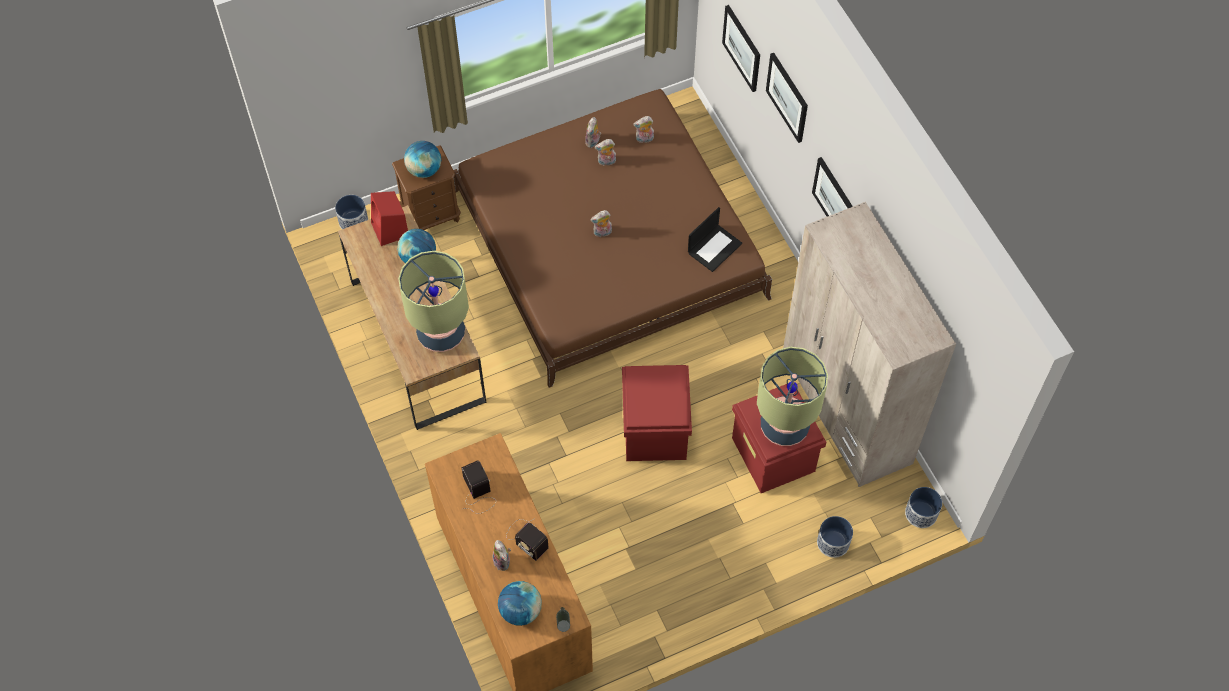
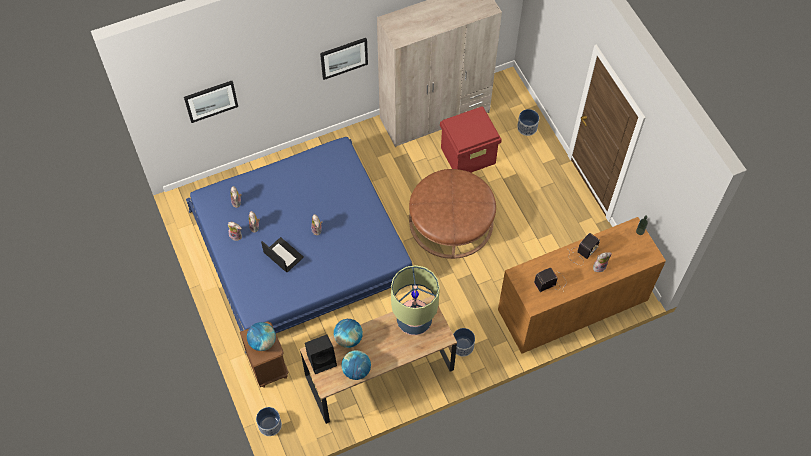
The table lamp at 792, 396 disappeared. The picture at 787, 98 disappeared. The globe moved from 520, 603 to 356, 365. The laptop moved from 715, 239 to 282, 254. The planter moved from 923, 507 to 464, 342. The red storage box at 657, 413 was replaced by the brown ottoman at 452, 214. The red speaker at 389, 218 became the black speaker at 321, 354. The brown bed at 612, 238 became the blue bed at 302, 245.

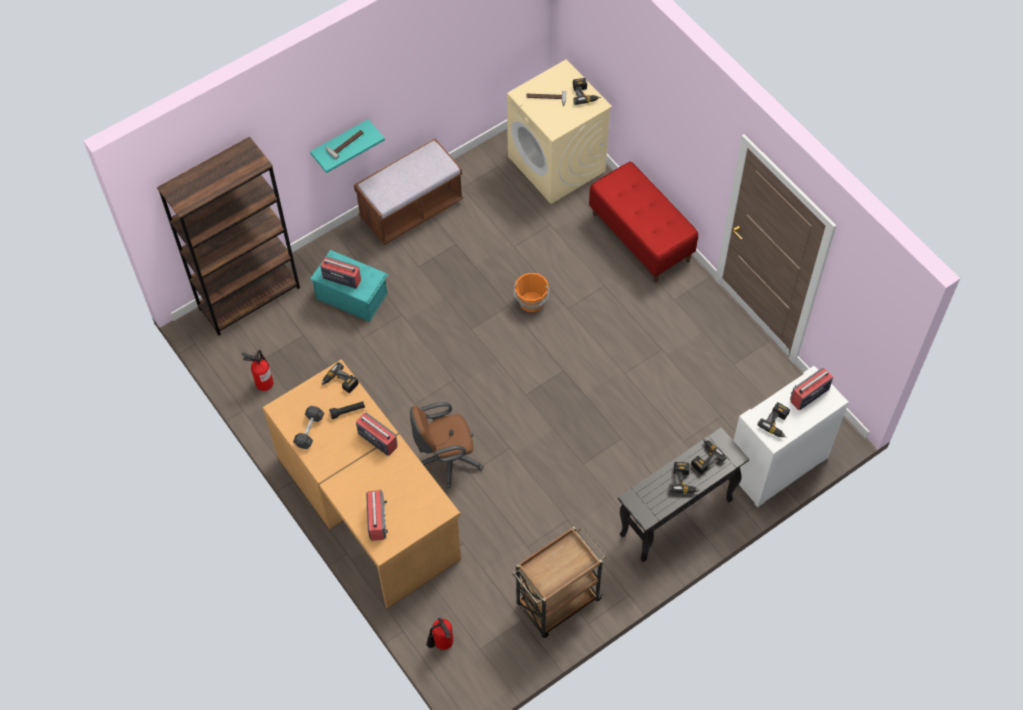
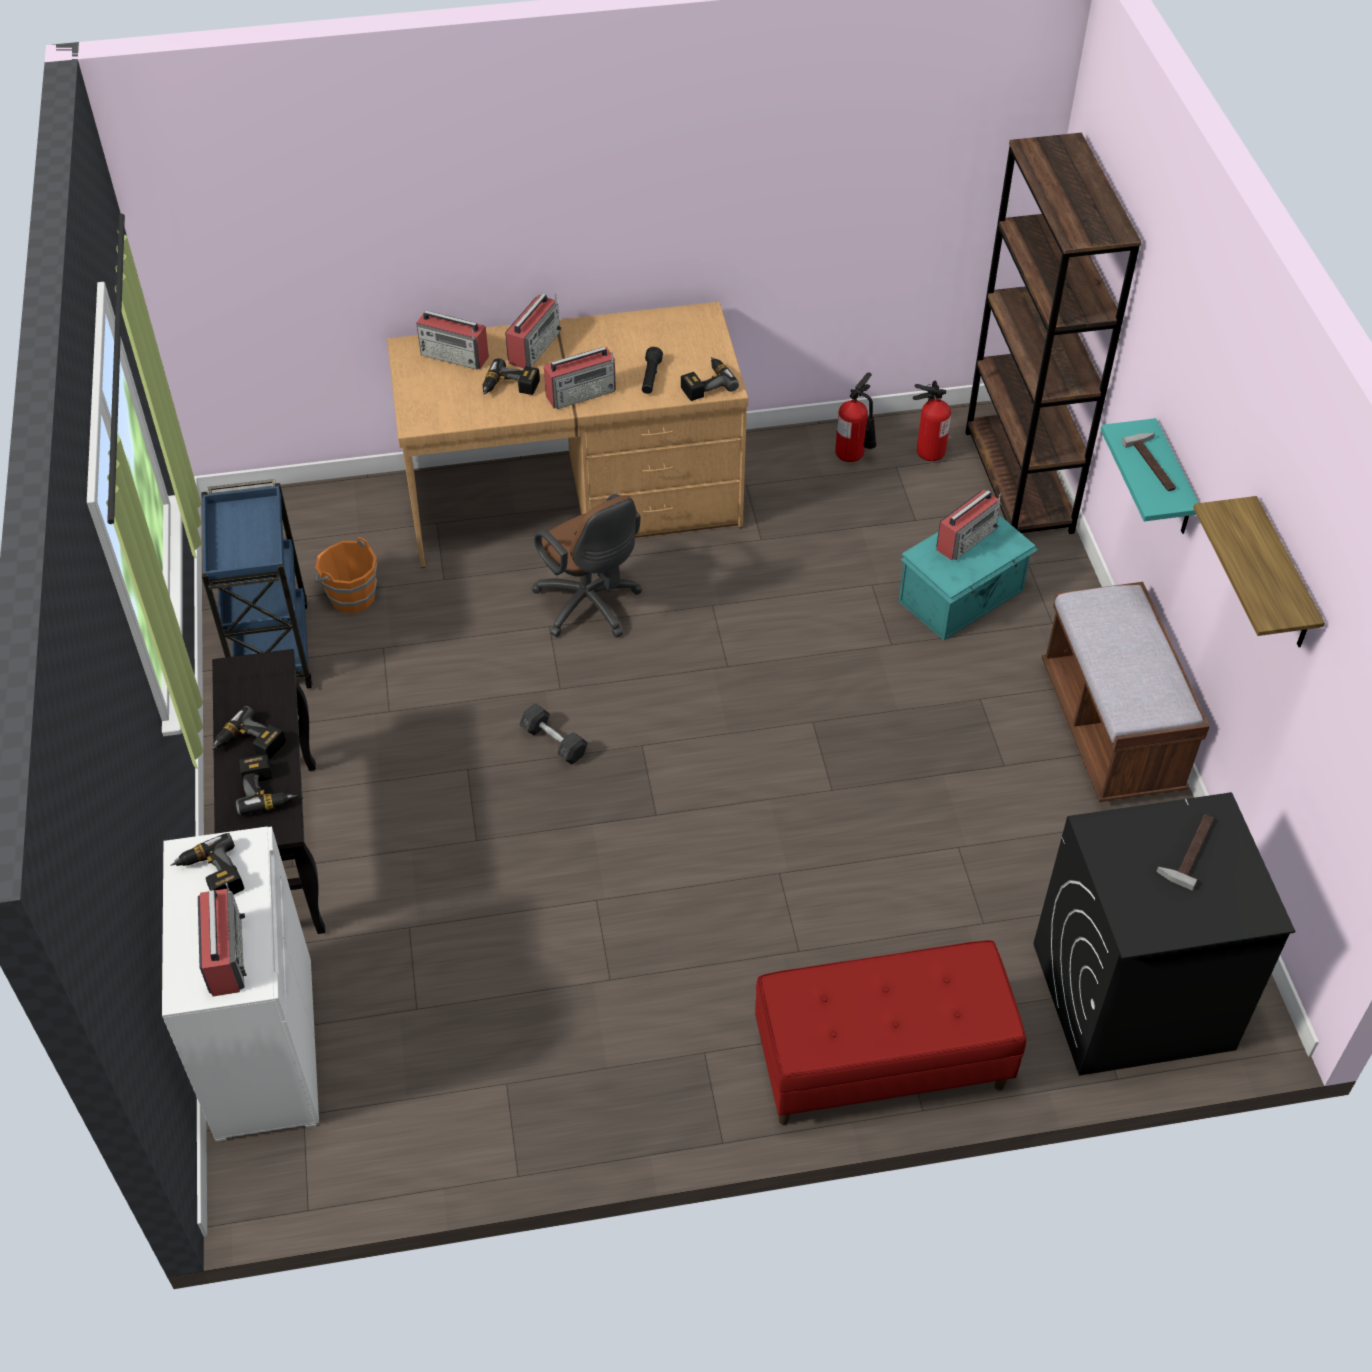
The radio at 533, 331 appeared. The shelf at 1259, 571 appeared. The grey dumbbell moved from 308, 427 to 554, 733. The fire extinguisher moved from 439, 633 to 932, 421. The orange bucket moved from 531, 292 to 345, 575. The power drill moved from 587, 91 to 511, 376. The beige washing machine at 559, 131 became the black washing machine at 1164, 934. The brown cart at 559, 582 became the blue cart at 257, 583. The brown office chair at 447, 445 turned 135 degrees clockwise.

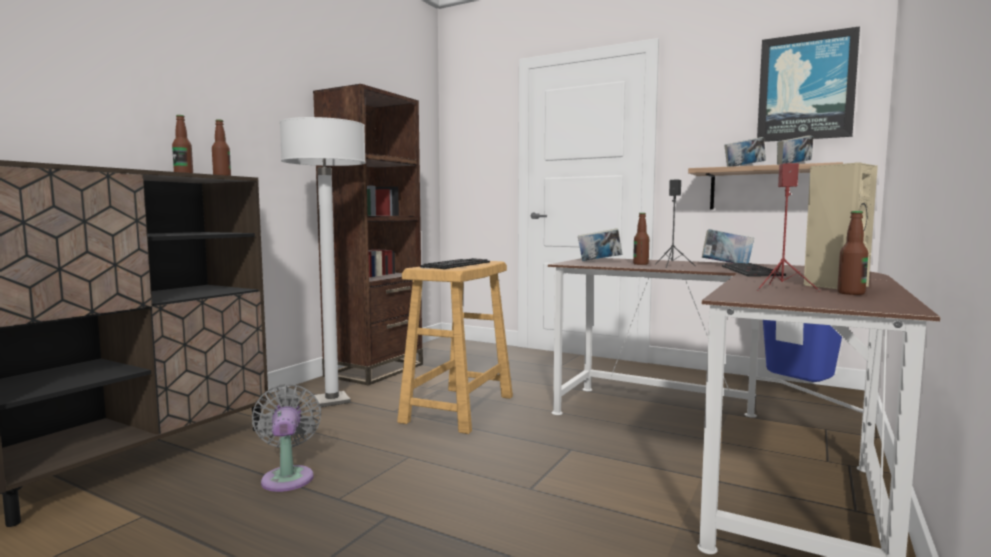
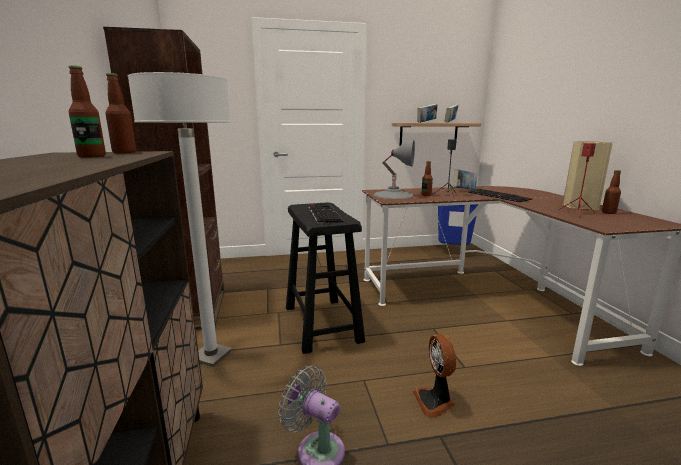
The picture at 808, 84 disappeared. The fan at 434, 376 appeared. The book at 600, 244 was replaced by the grey table lamp at 394, 169. The beige stool at 455, 347 became the black stool at 325, 278.

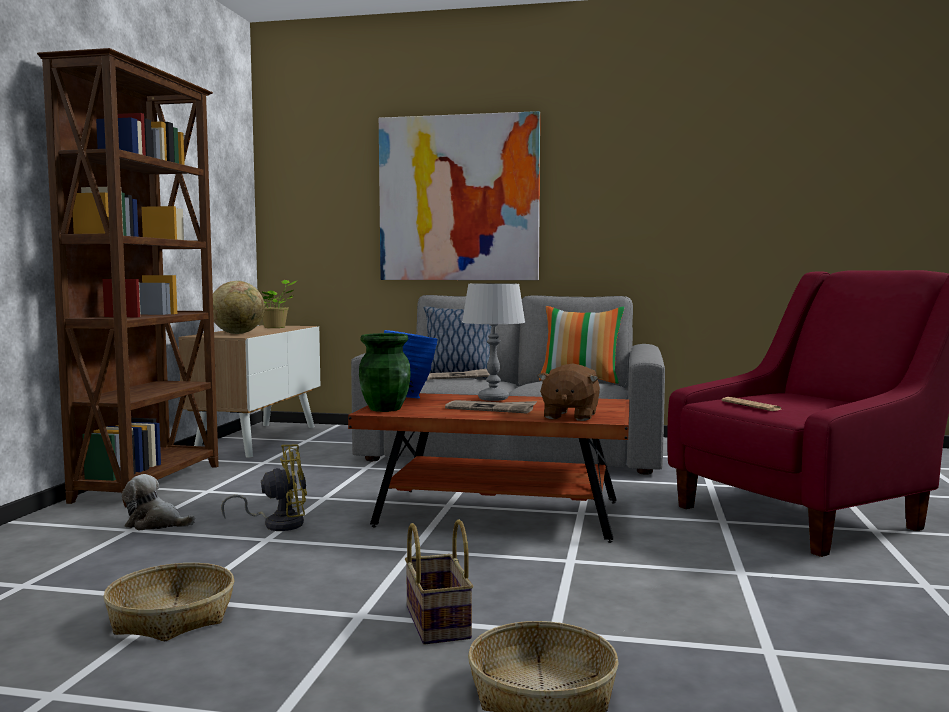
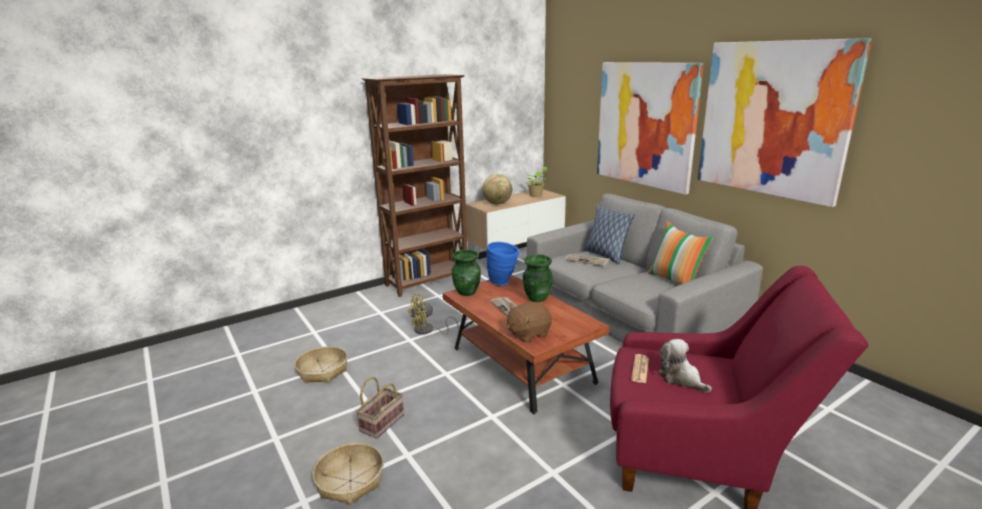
The picture at 784, 122 appeared. The plush toy moved from 158, 502 to 685, 366. The grey table lamp at 493, 342 was replaced by the green vase at 538, 278. The yellow fan at 264, 488 turned 120 degrees clockwise.

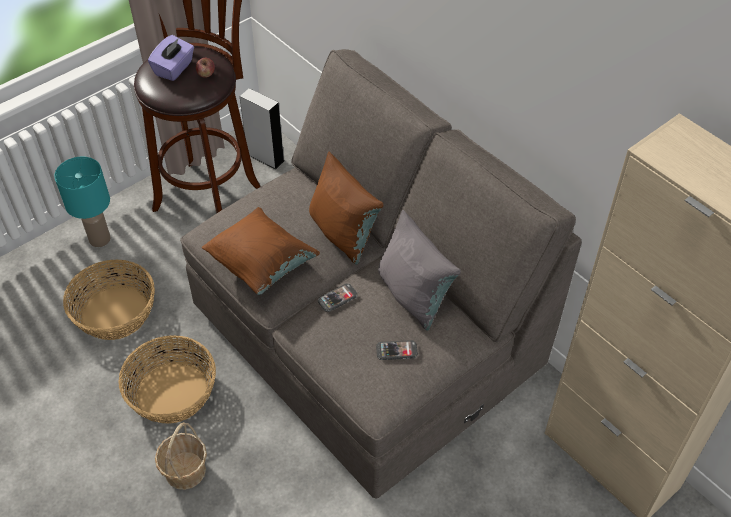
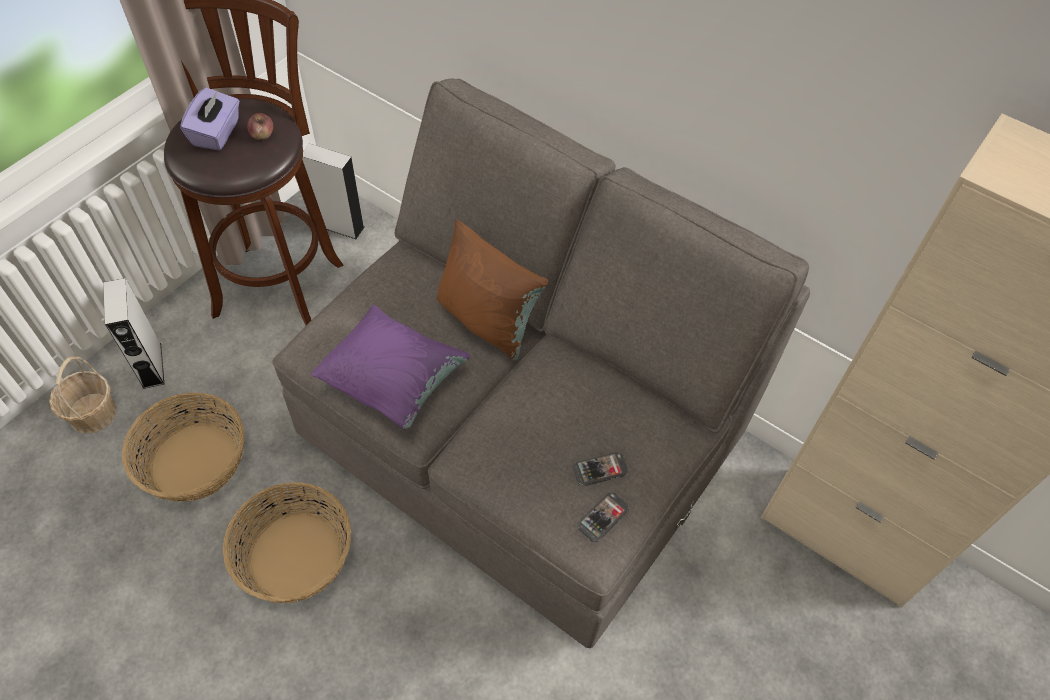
The grey pillow at 419, 270 disappeared. The basket moved from 181, 456 to 83, 395. The phone moved from 338, 297 to 603, 517. The turquoise table lamp at 82, 202 was replaced by the grey speaker at 133, 333. The brown pillow at 261, 251 became the purple pillow at 390, 367.

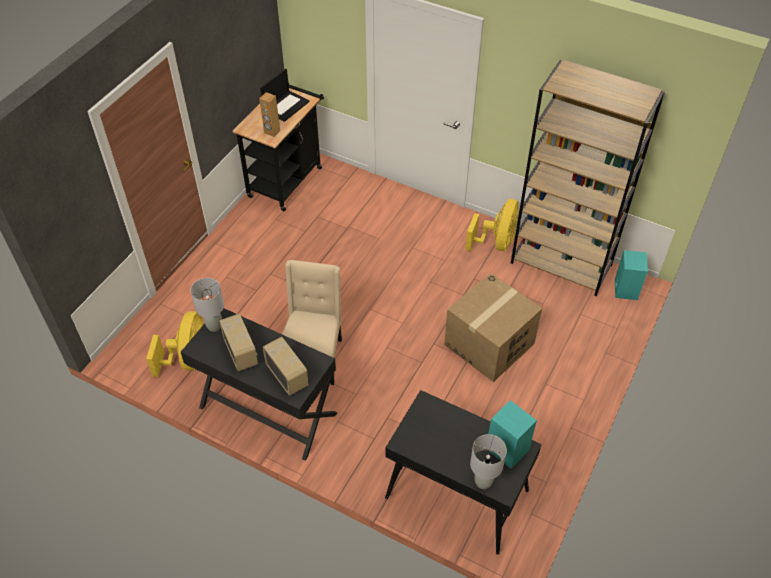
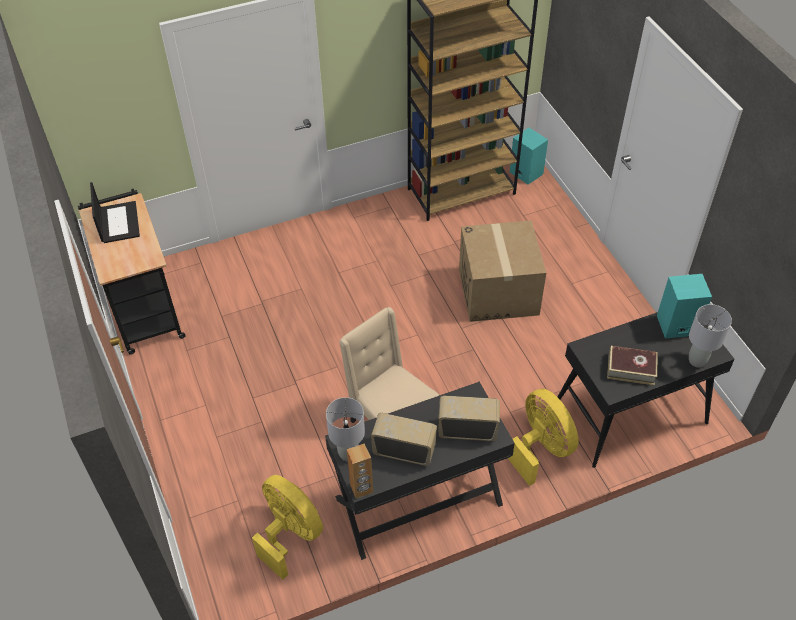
The book at 632, 365 appeared. The brown speaker moved from 269, 114 to 360, 471. The yellow fan moved from 492, 225 to 543, 437.

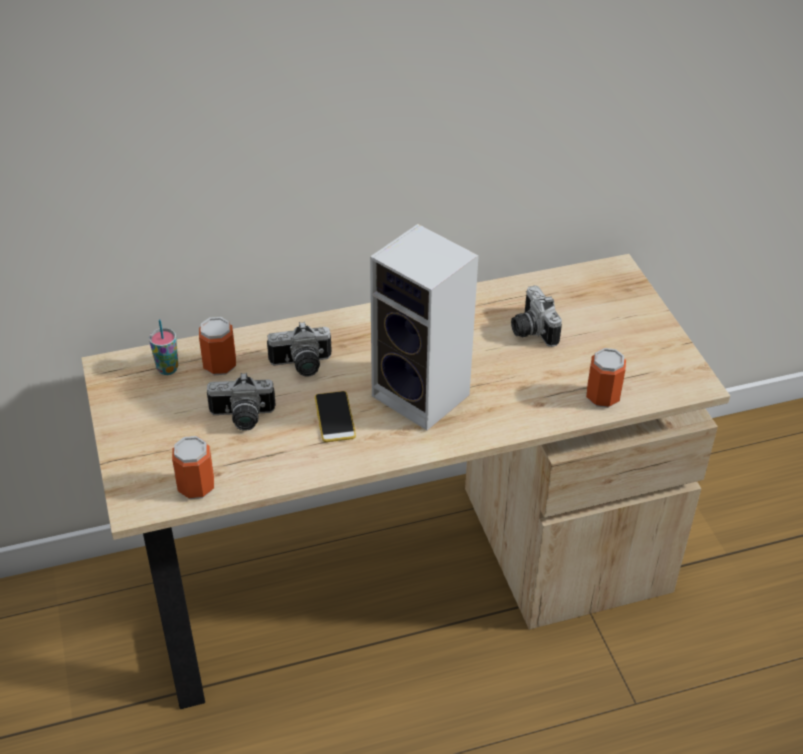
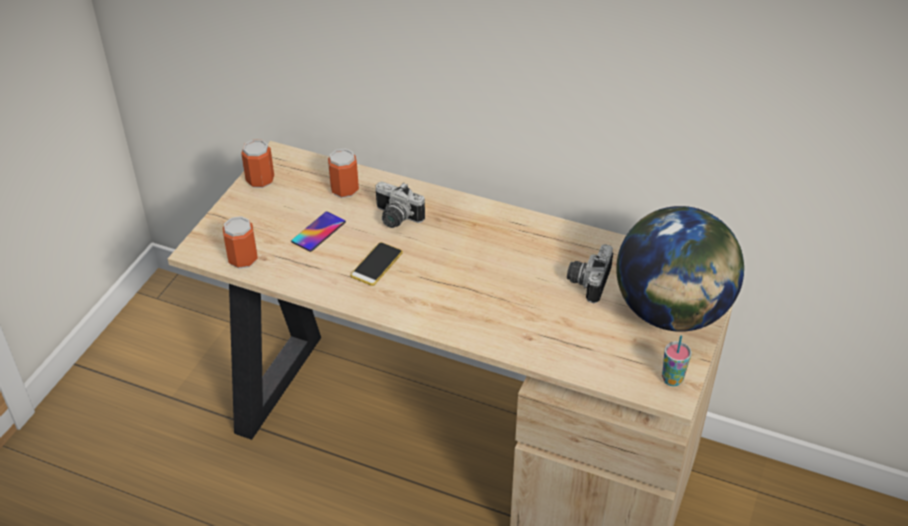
The speaker at 424, 327 disappeared. The globe at 680, 269 appeared. The cup moved from 163, 347 to 676, 361. The can moved from 606, 378 to 257, 163. The photo camera at 241, 402 was replaced by the phone at 318, 232.

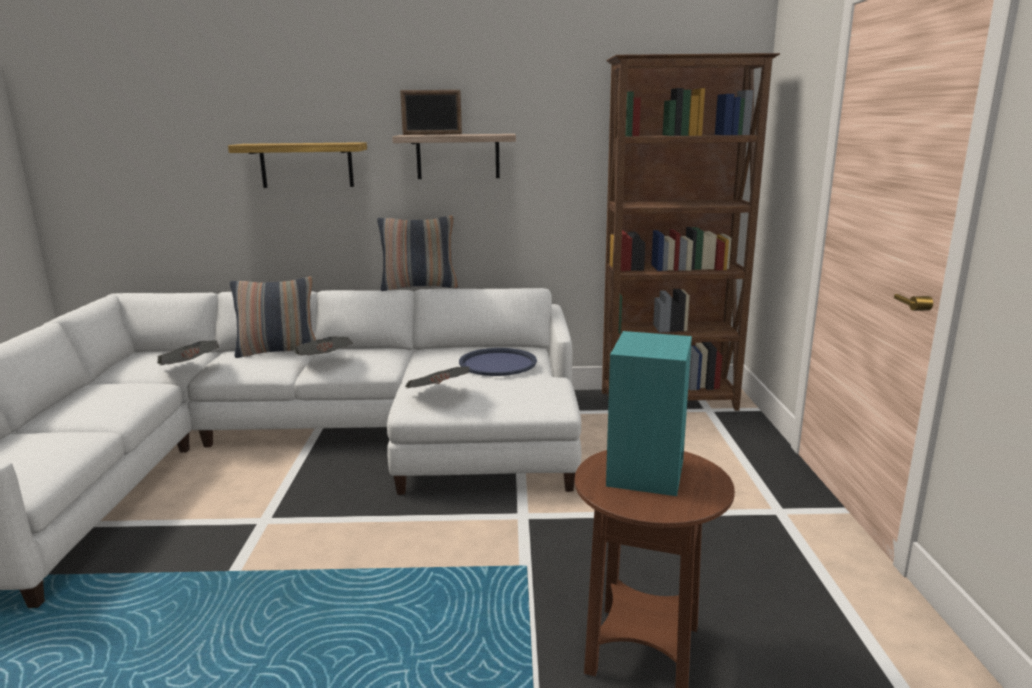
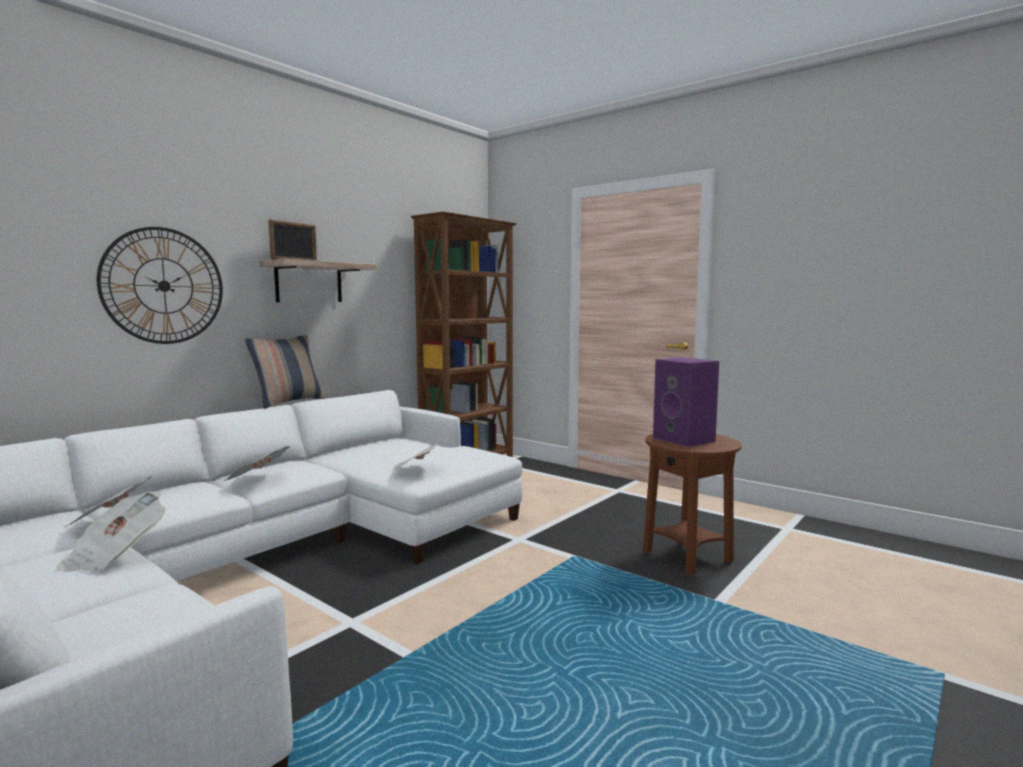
The pillow at 273, 317 disappeared. The blue tray at 498, 362 disappeared. The newspaper at 110, 532 appeared. The shelf at 297, 165 was replaced by the wall clock at 160, 285. The turquoise speaker at 649, 413 became the purple speaker at 686, 402.

